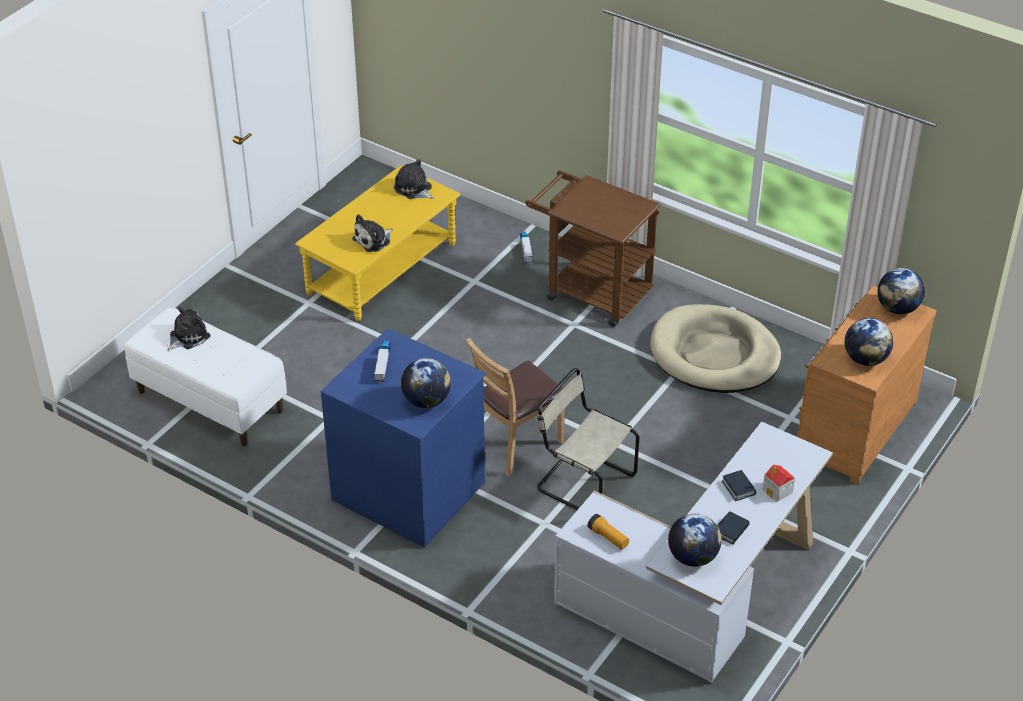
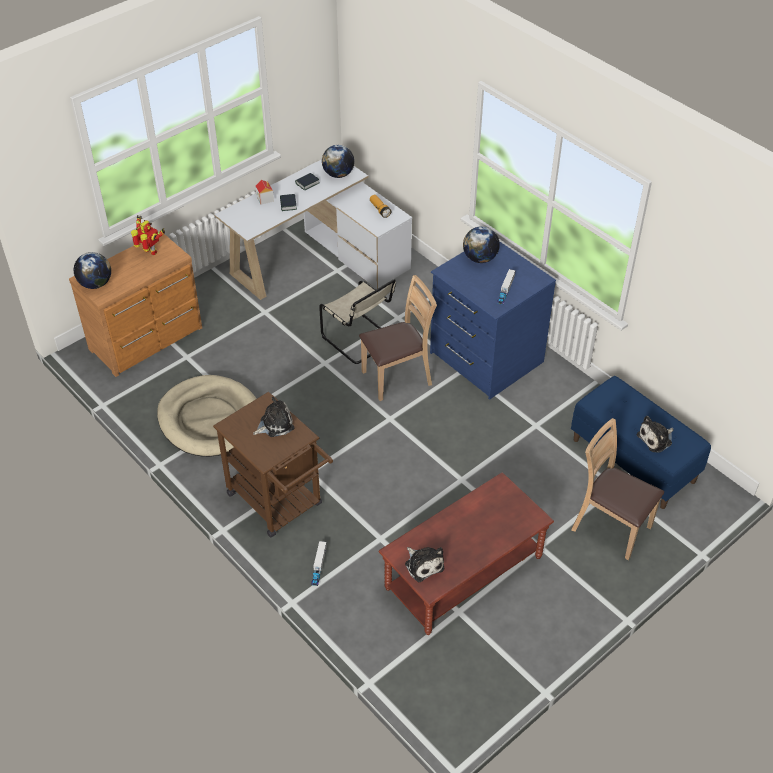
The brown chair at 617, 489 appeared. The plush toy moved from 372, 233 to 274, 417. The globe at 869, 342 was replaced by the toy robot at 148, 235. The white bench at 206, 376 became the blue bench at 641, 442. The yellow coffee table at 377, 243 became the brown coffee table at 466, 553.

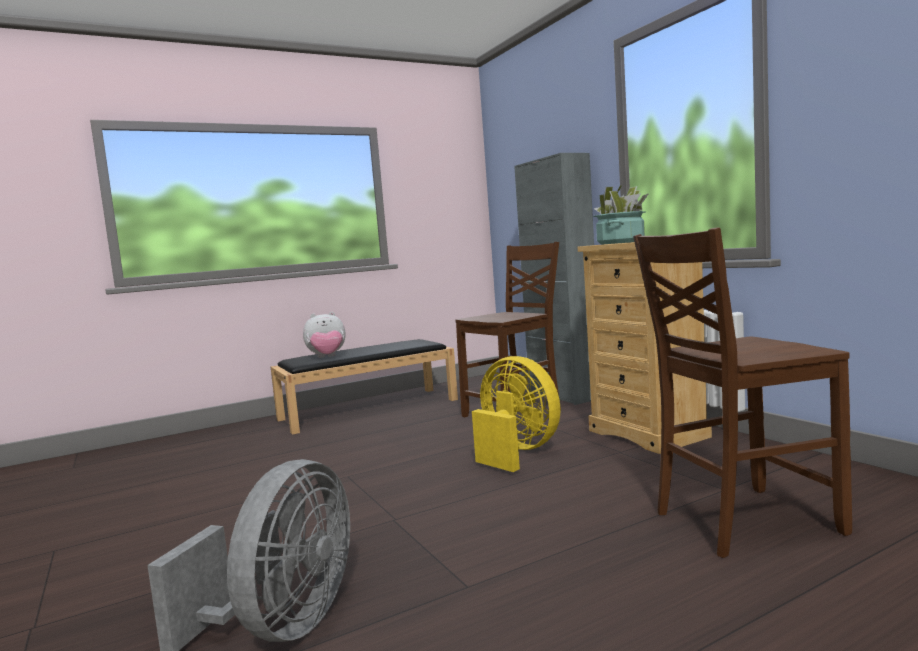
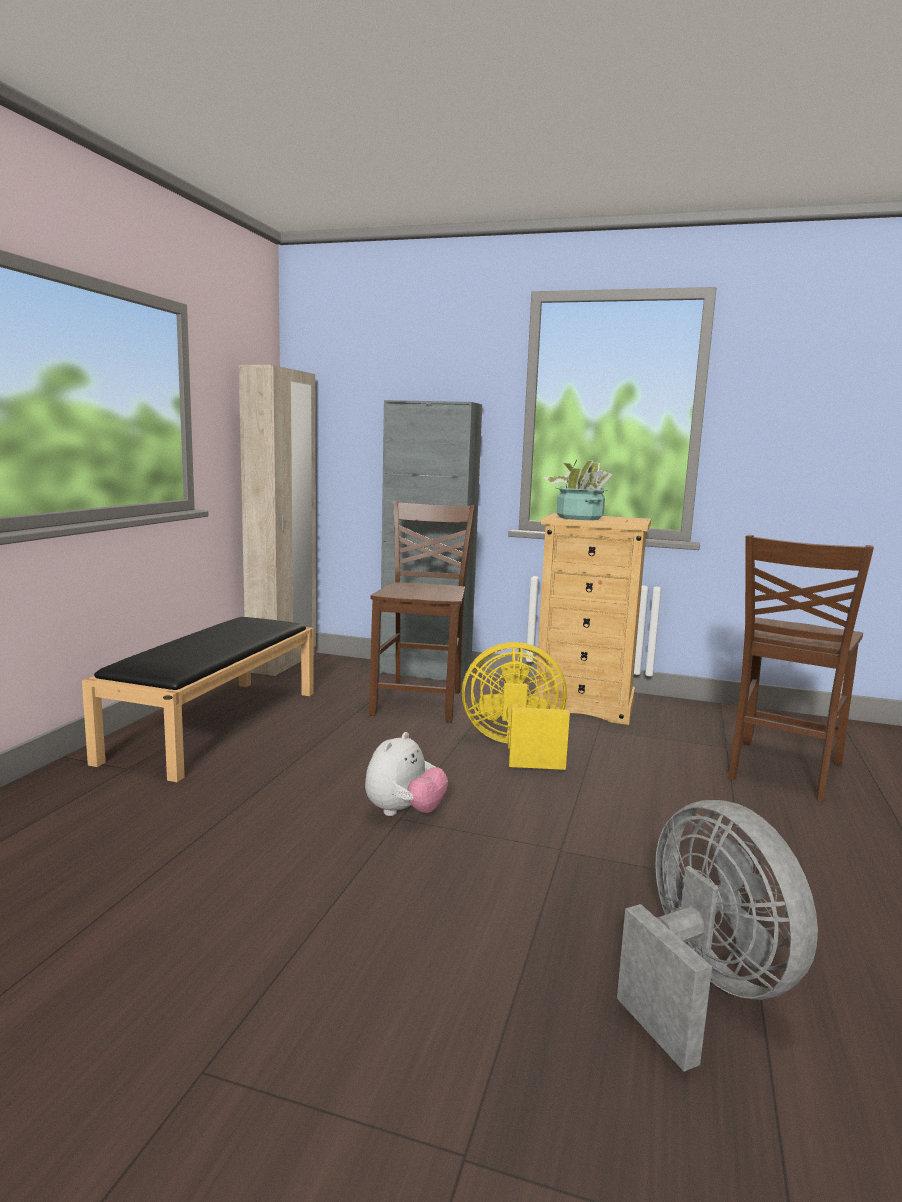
The beige wardrobe at 277, 520 appeared. The plush toy moved from 324, 335 to 406, 774.

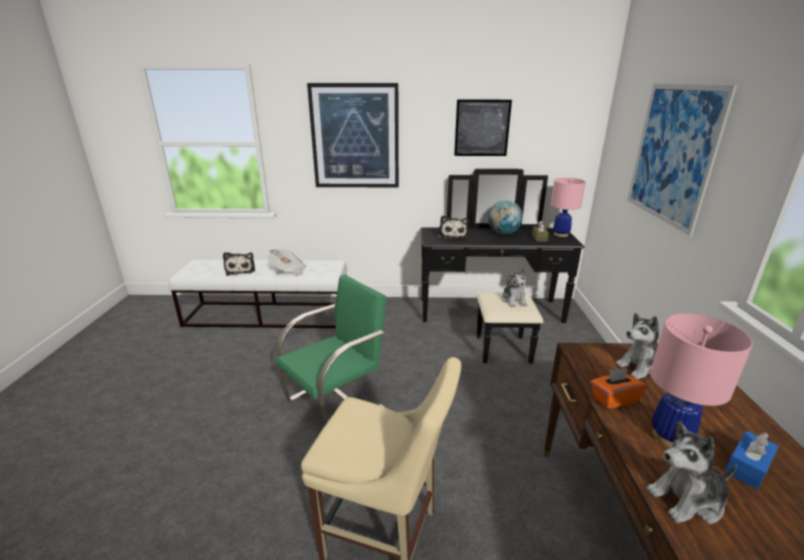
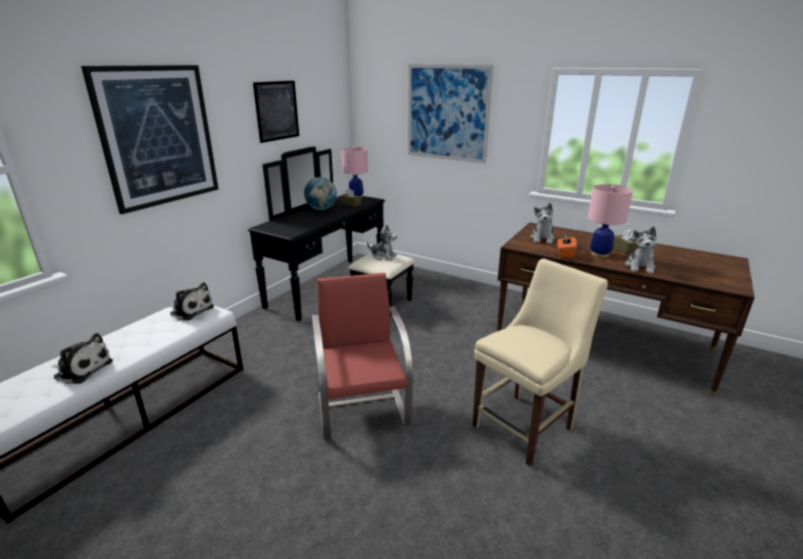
The newspaper at 287, 262 disappeared. The plush toy moved from 453, 227 to 192, 301. The green chair at 331, 350 became the red chair at 362, 356. The blue tissue box at 751, 460 became the brown tissue box at 626, 241.

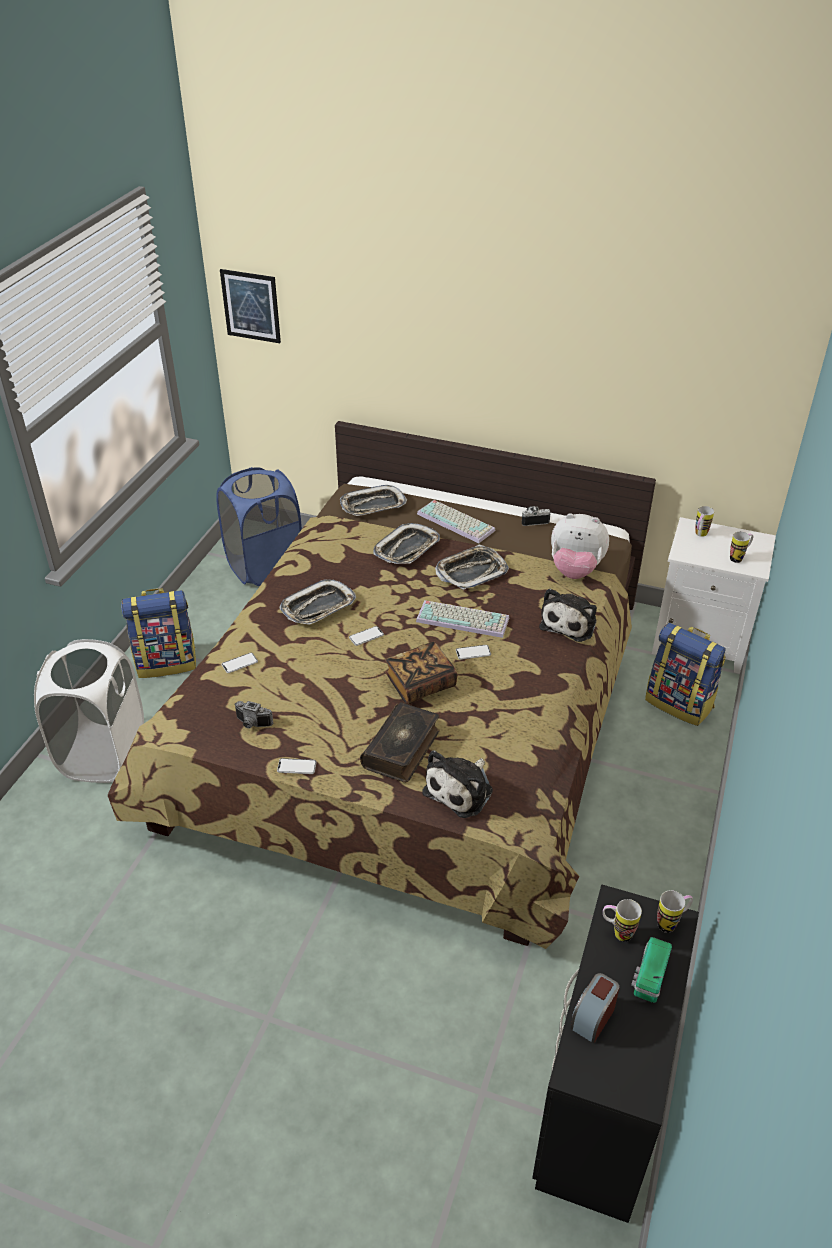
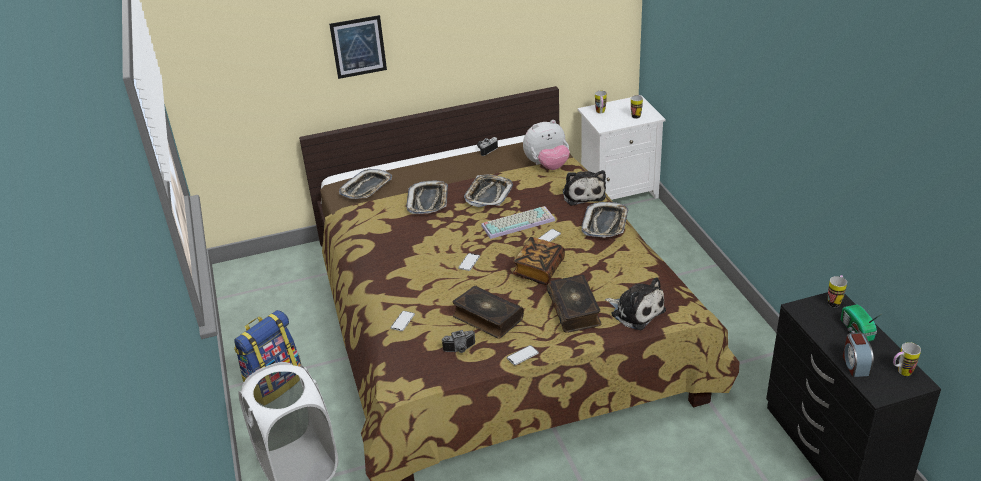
The blue laundry basket at 259, 526 disappeared. The keyboard at 456, 521 disappeared. The backpack at 685, 674 disappeared. The book at 488, 312 appeared. The picture moved from 250, 306 to 358, 47. The tray moved from 317, 602 to 605, 220. The mug moved from 622, 920 to 907, 359. The plush toy at 457, 784 turned 45 degrees counterclockwise.

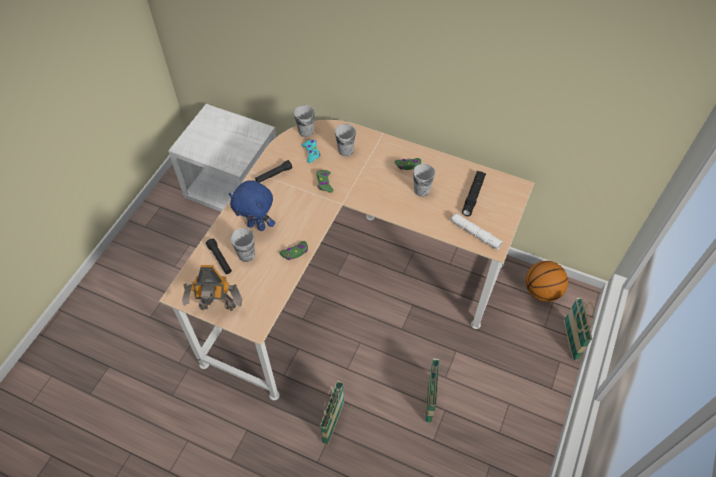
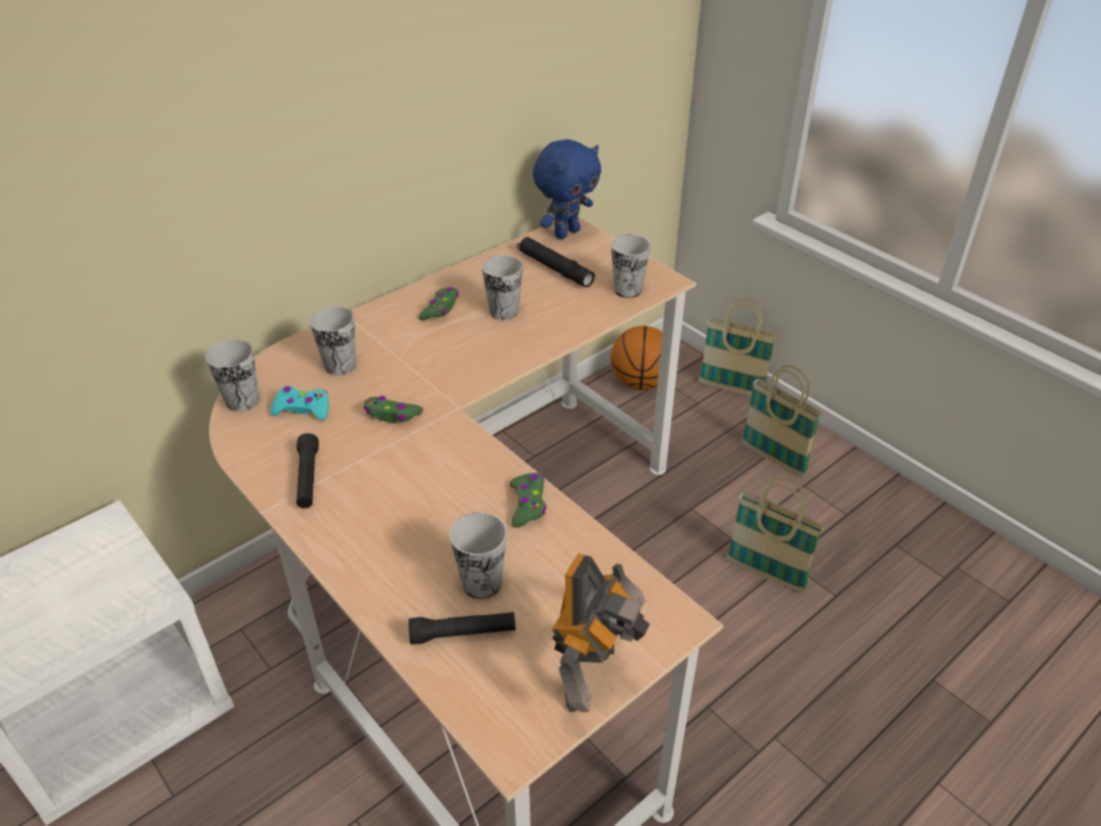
The blue plush toy moved from 252, 205 to 567, 189. The basket moved from 332, 412 to 782, 420. The white flashlight at 476, 231 was replaced by the cup at 631, 266.

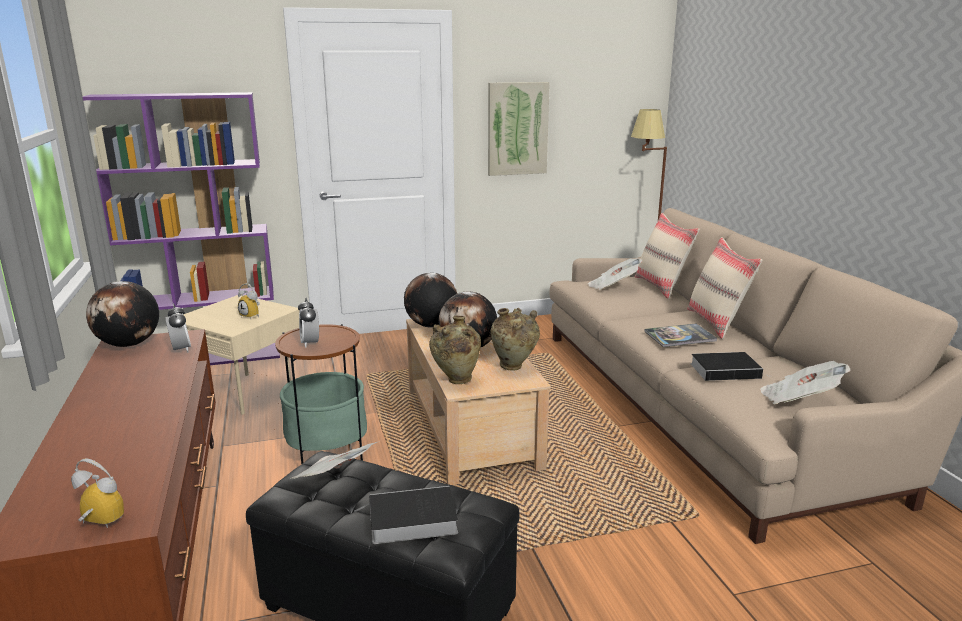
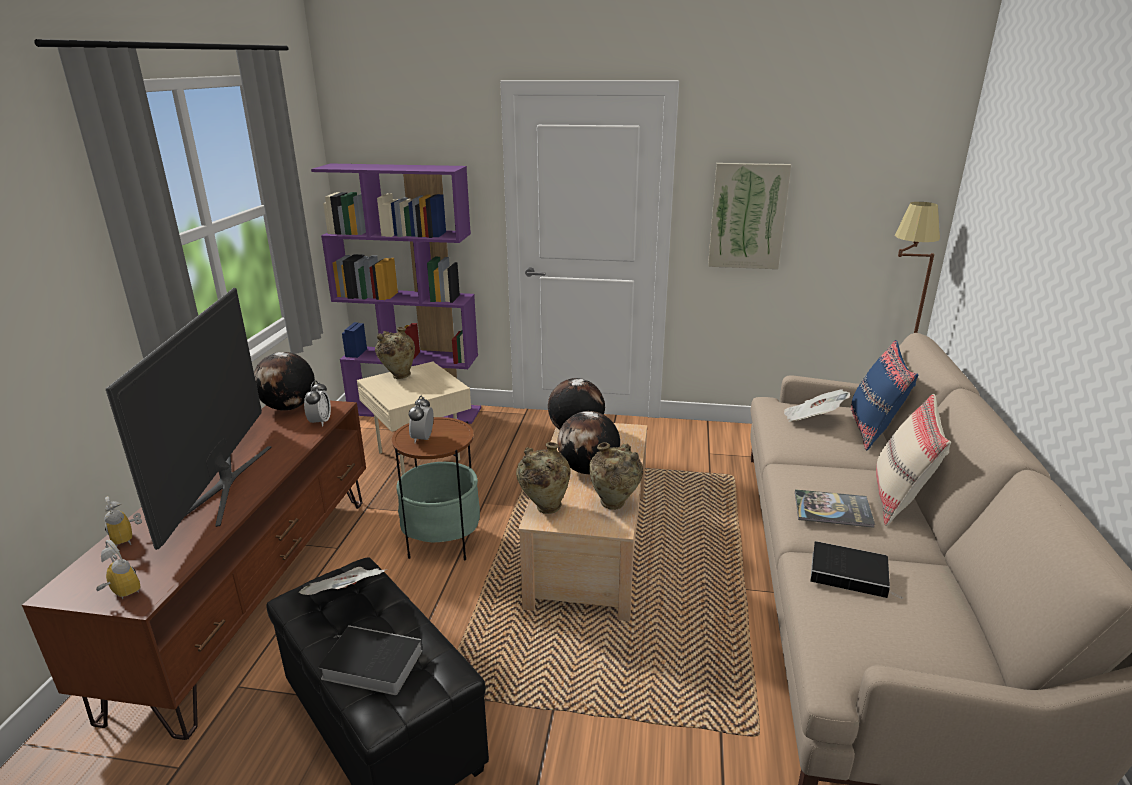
The newspaper at 805, 382 disappeared. The television at 189, 419 appeared. The beige vase at 395, 353 appeared. The alarm clock moved from 249, 301 to 123, 521. The beige pillow at 667, 256 became the blue pillow at 884, 395.

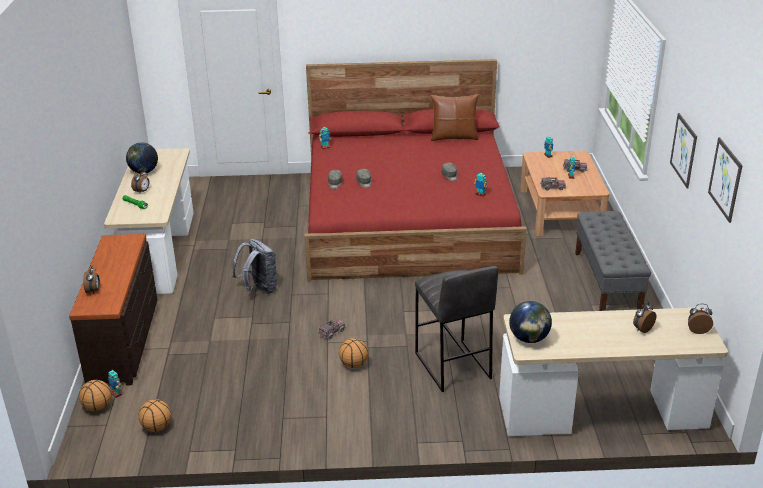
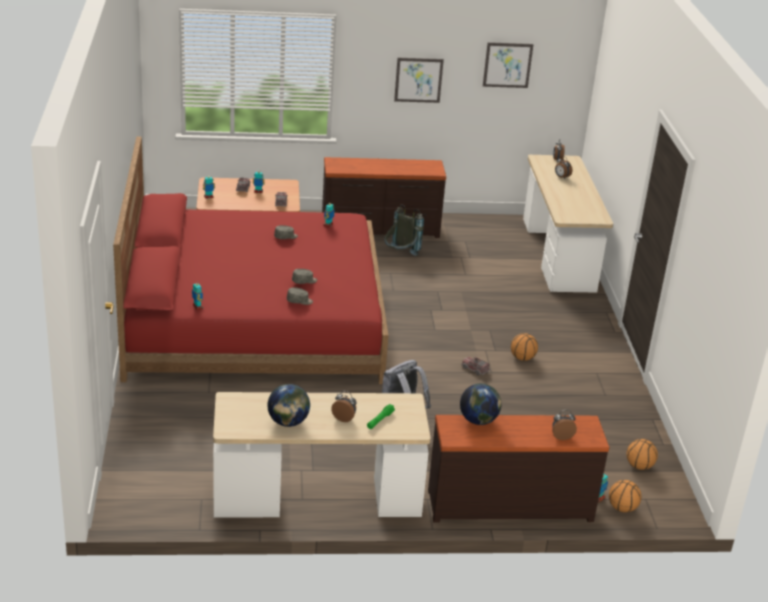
The grey stool at 456, 329 disappeared. The brown pillow at 454, 117 disappeared. The grey backpack at 404, 230 appeared. The globe moved from 530, 322 to 480, 404. The grey bench at 613, 261 was replaced by the brown dresser at 384, 197.

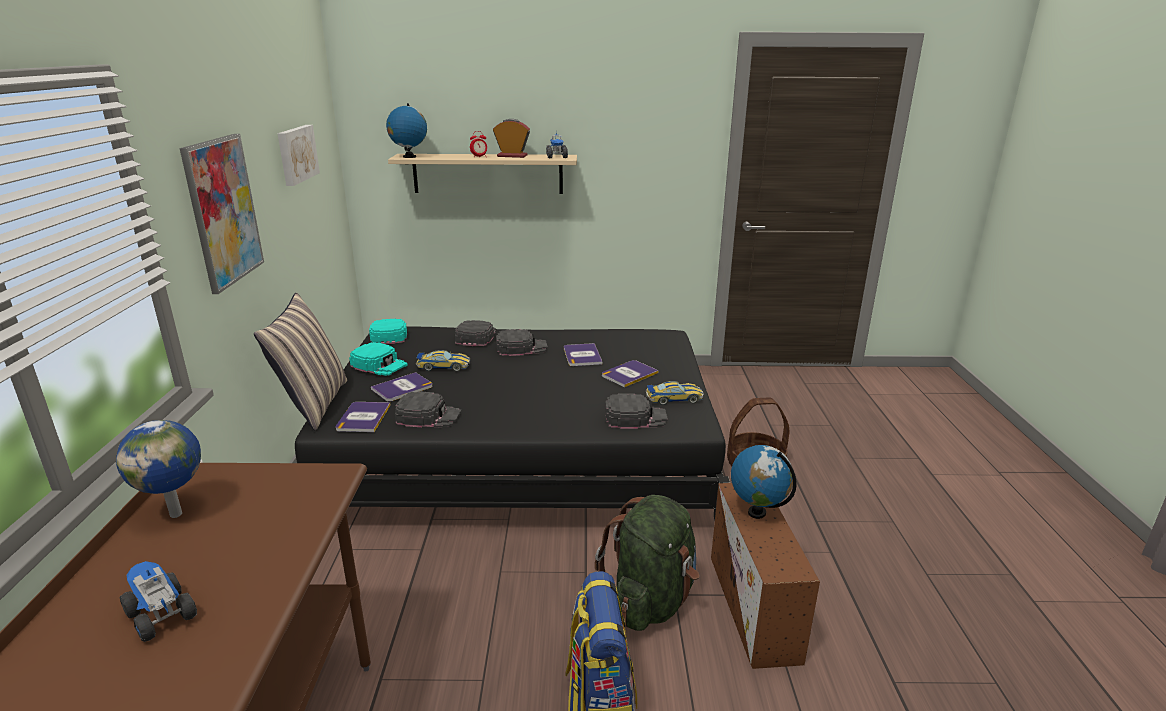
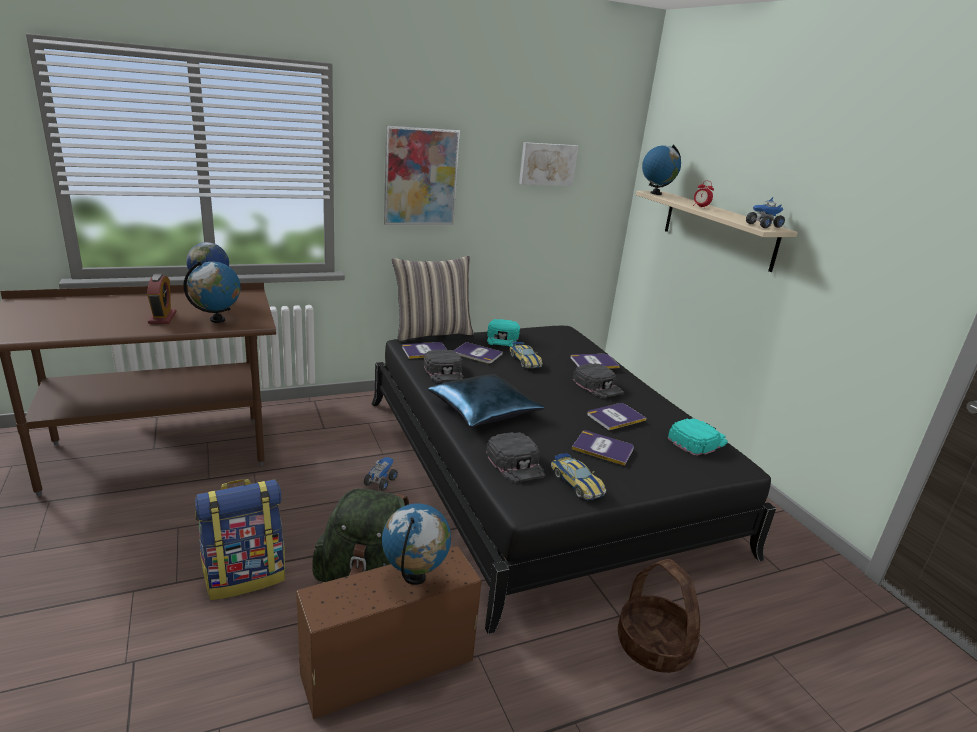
The globe at 212, 292 appeared. The blue pillow at 486, 400 appeared. The toy truck moved from 158, 601 to 381, 474. The turquoise cap moved from 388, 331 to 698, 437. The alarm clock moved from 511, 138 to 162, 299. The black cap at 475, 333 was replaced by the book at 594, 361.

